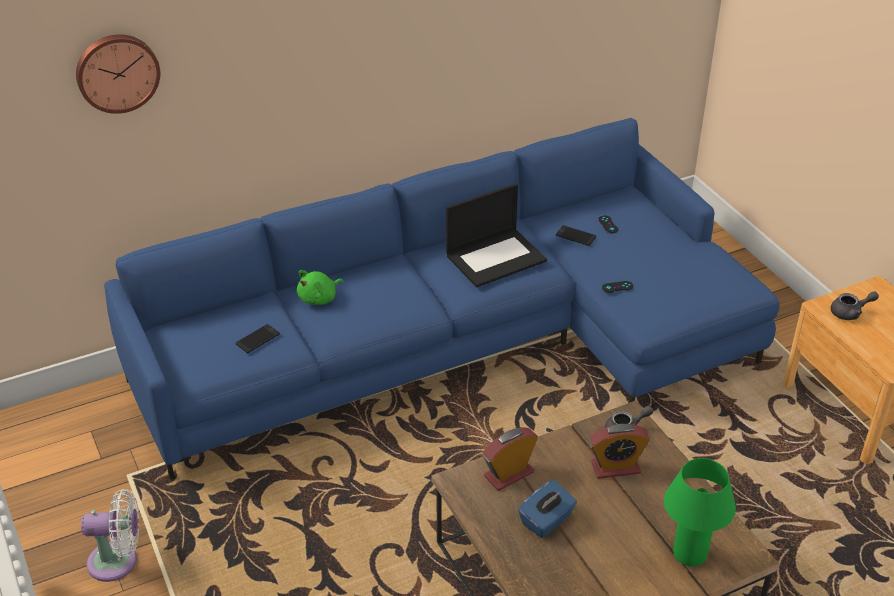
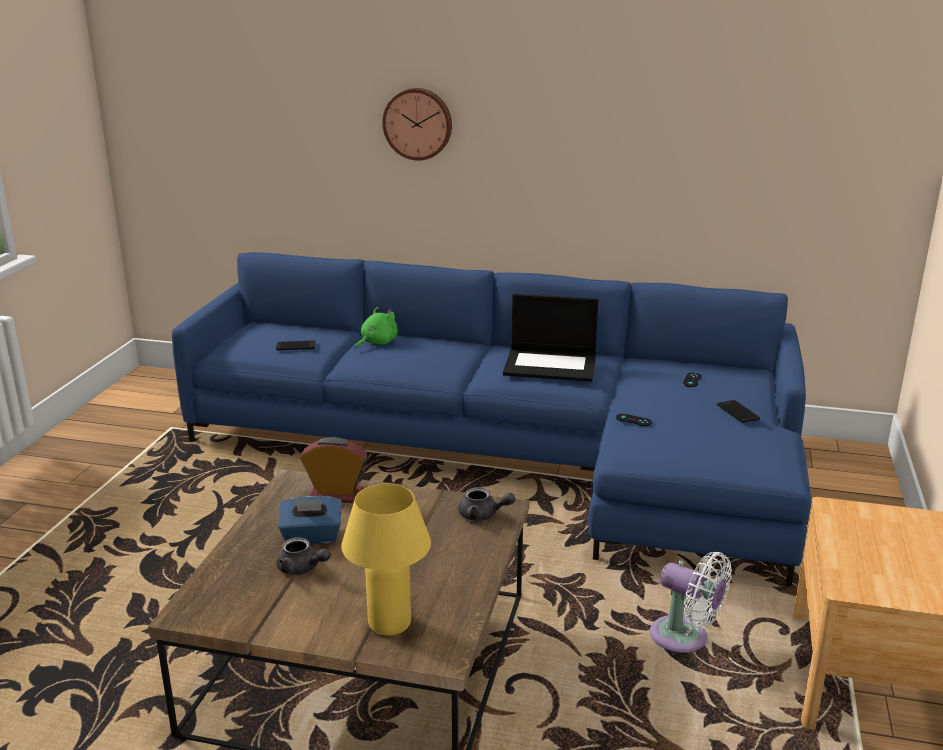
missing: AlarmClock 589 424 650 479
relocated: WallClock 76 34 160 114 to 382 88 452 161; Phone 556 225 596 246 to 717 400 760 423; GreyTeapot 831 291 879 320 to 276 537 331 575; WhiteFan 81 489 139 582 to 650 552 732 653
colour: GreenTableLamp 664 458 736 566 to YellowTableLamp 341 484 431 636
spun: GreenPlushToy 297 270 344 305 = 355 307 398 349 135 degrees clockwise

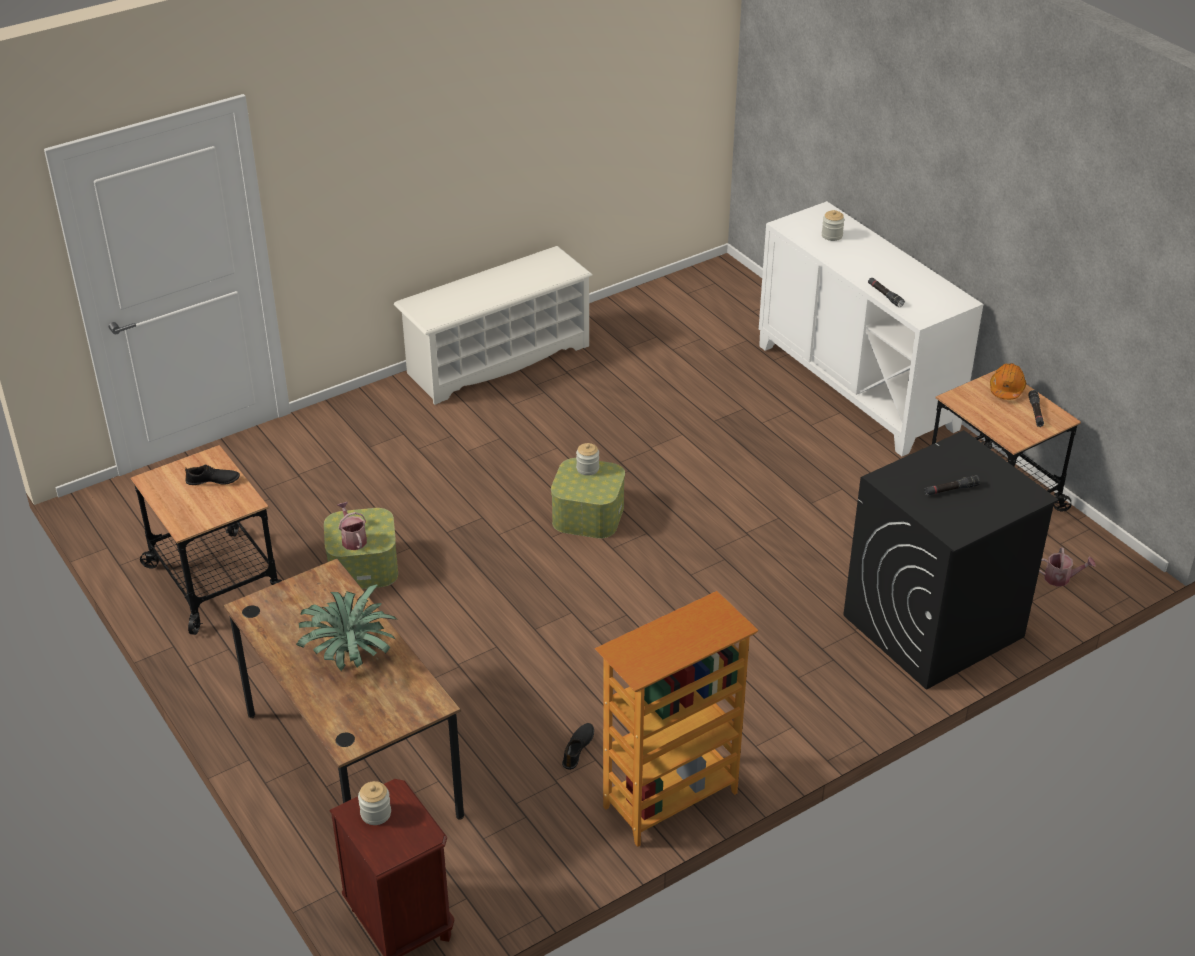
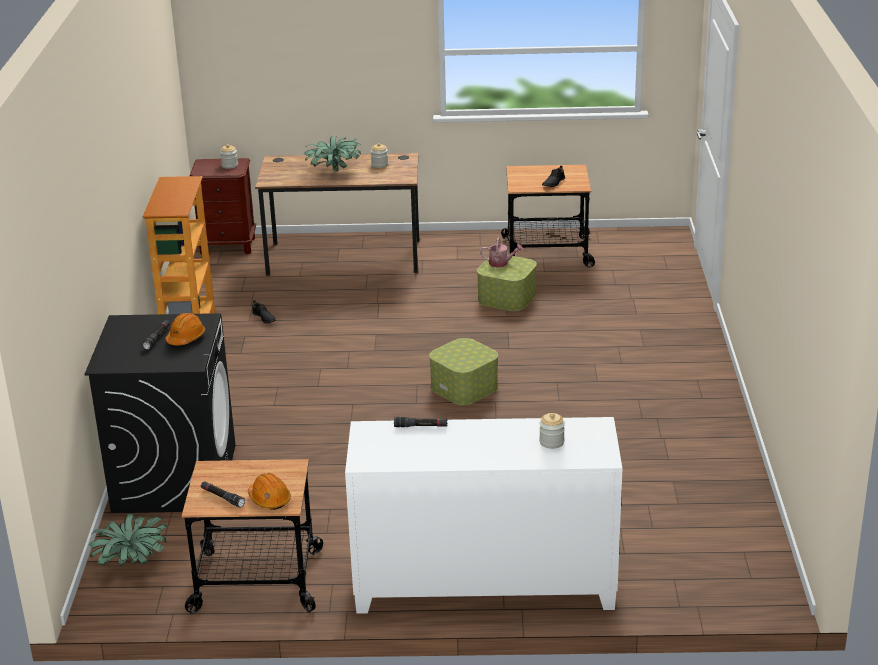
missing: WhiteShoeRack 394 246 593 405
appeared: OrangeHardHat 165 313 205 345
relocated: Jar 576 443 599 476 to 371 143 388 168
exchanged: WateringCan 1039 547 1096 587 to PottedPlant 89 514 167 566

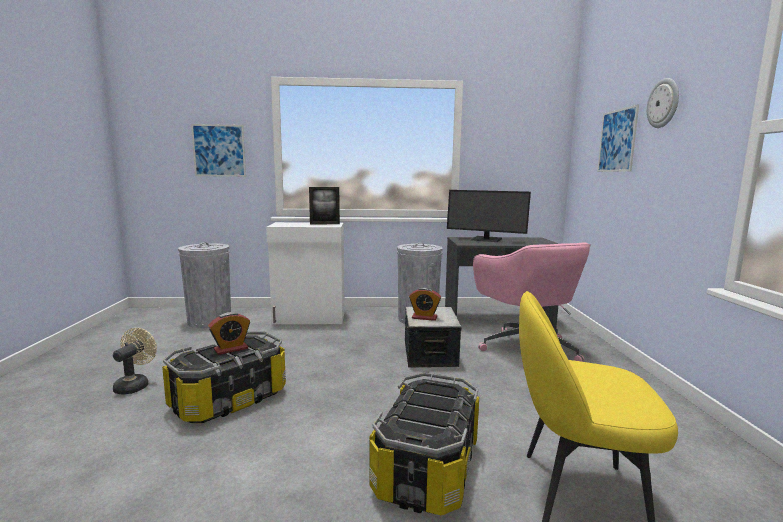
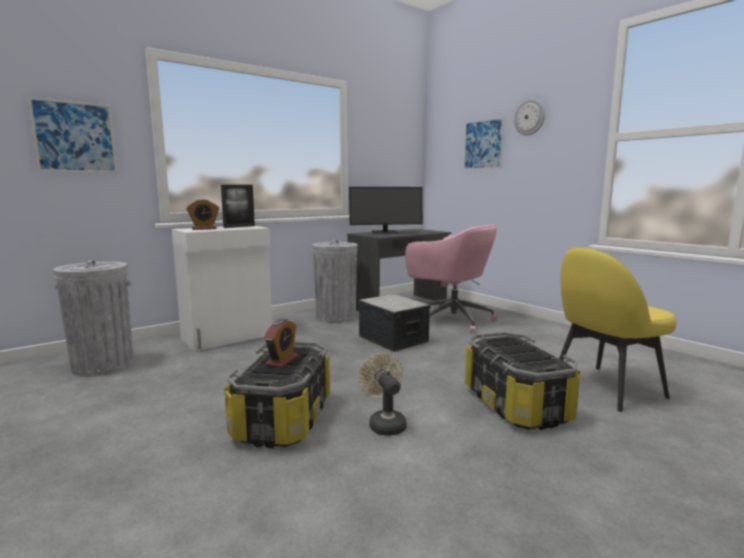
relocated: AlarmClock 409 287 441 321 to 187 199 219 230; BeigeFan 113 328 157 395 to 358 353 407 436

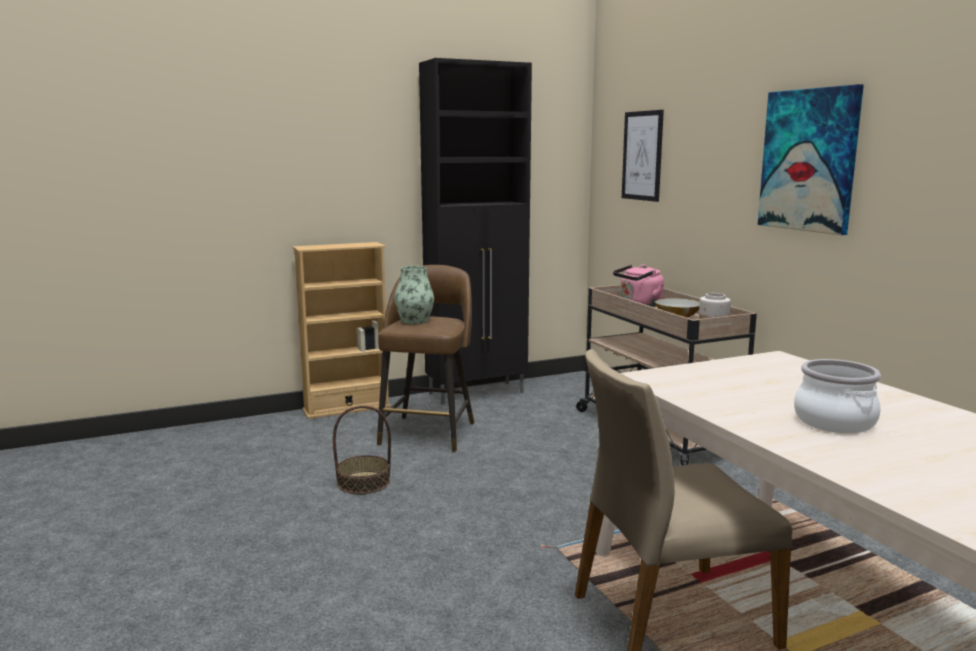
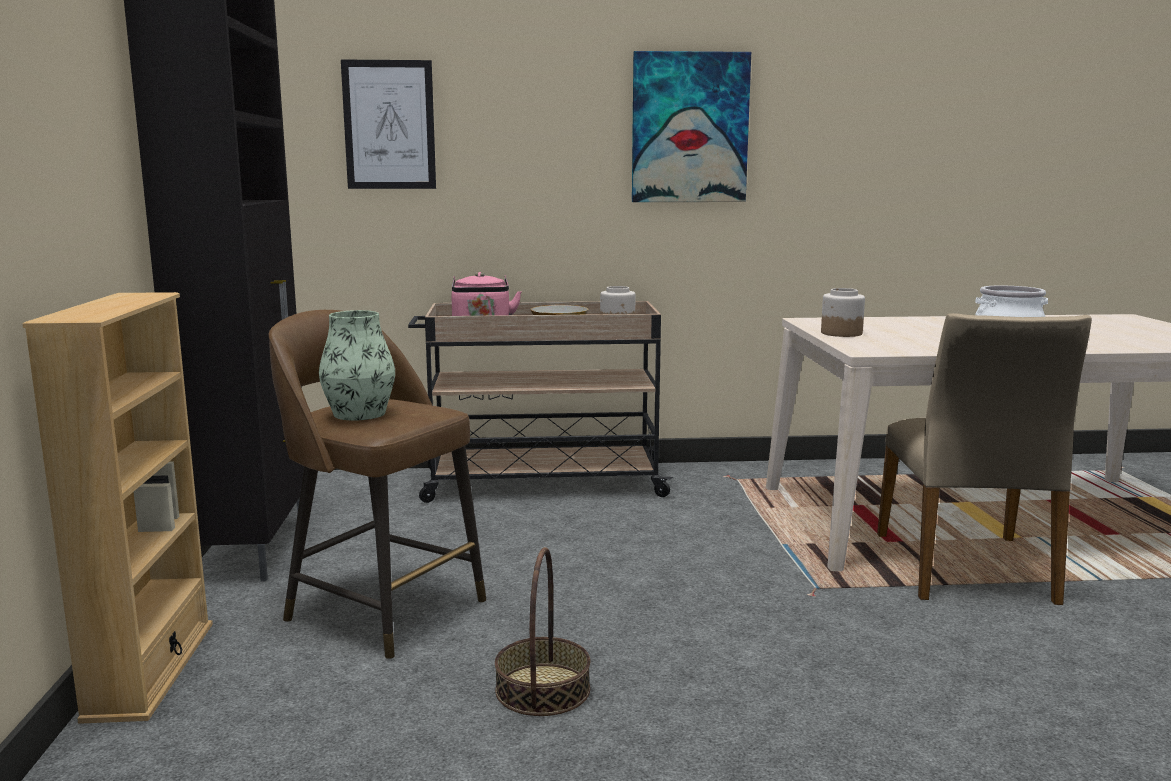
appeared: Jar 821 288 865 337

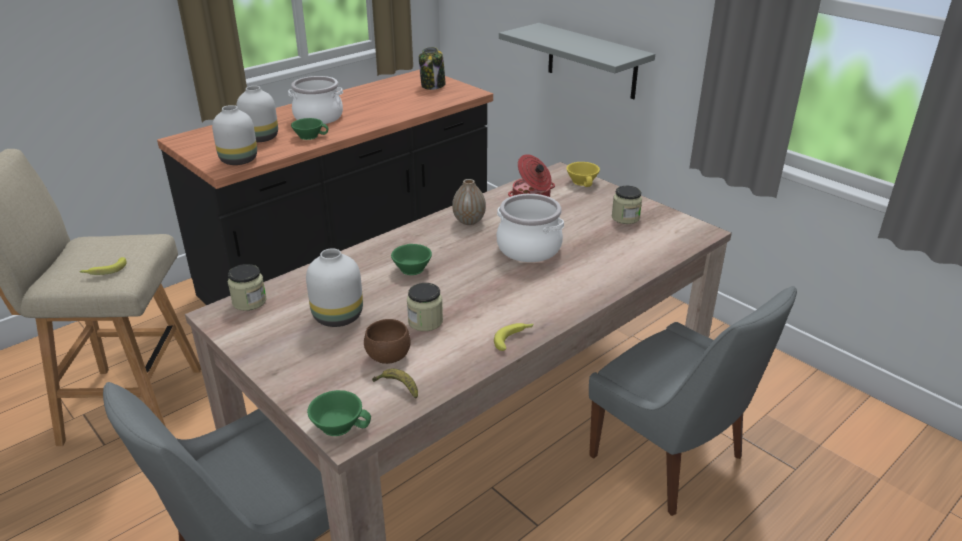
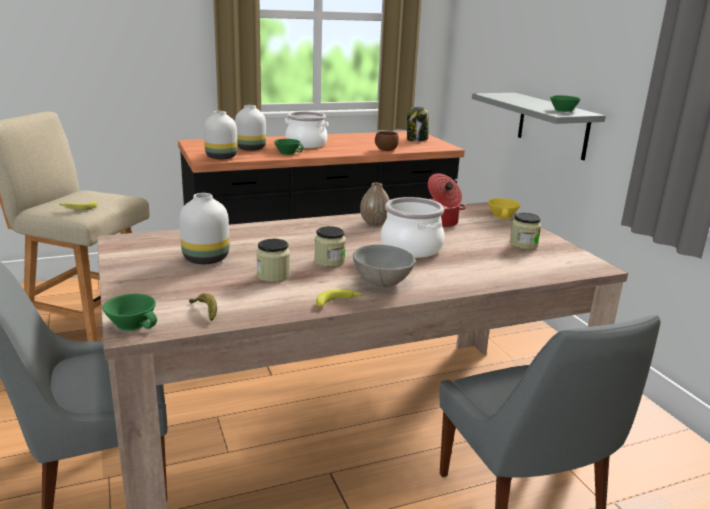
appeared: GreyBowl 353 244 415 287
relocated: GreenCup 391 244 432 275 to 550 95 581 112; Jar 228 264 267 311 to 314 226 346 267; BrownBowl 364 319 411 364 to 375 131 399 151

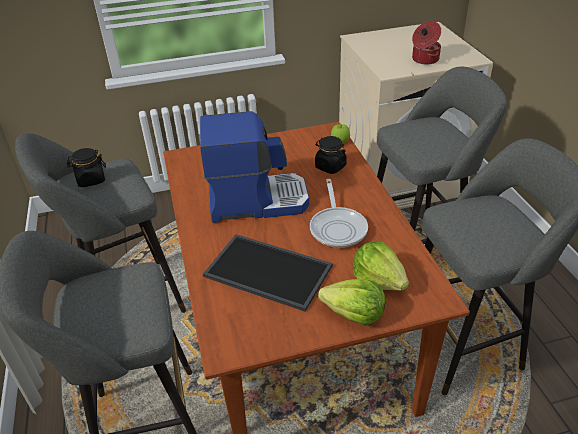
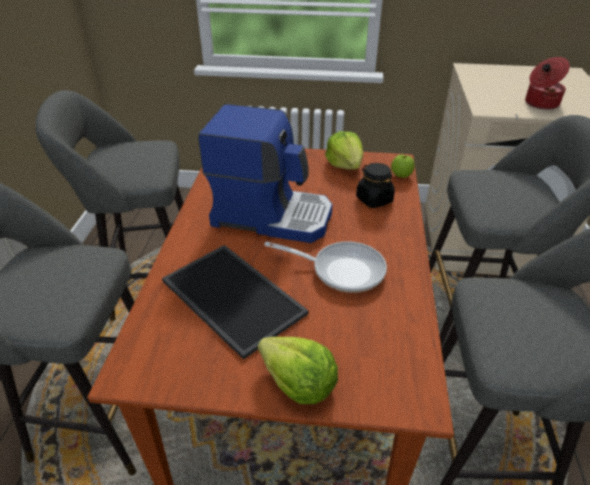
missing: BlackJar 67 148 106 187
relocated: Lettuce 353 242 409 291 to 325 131 363 170
spun: FryingPan 310 179 368 248 = 264 241 387 293 90 degrees counterclockwise

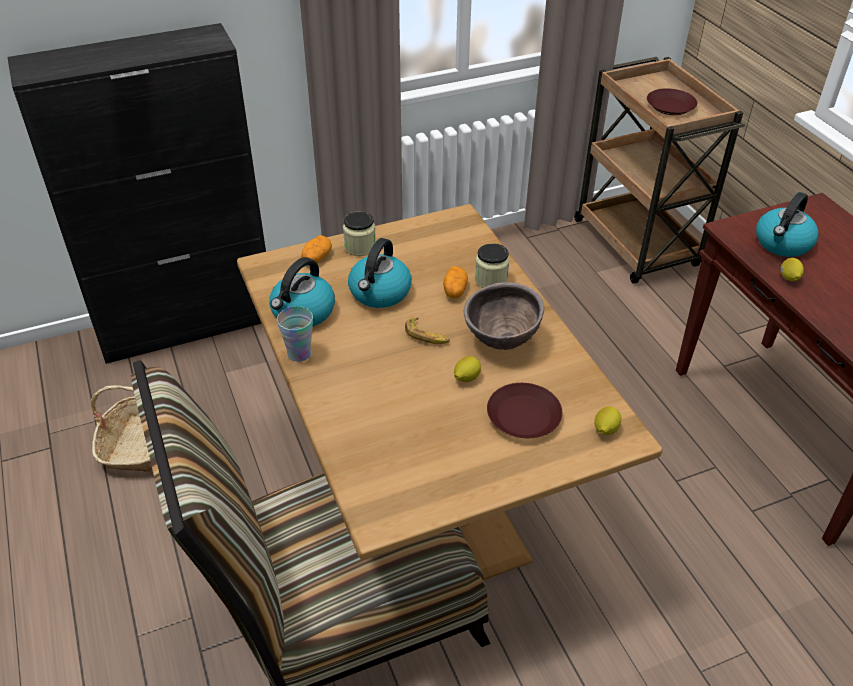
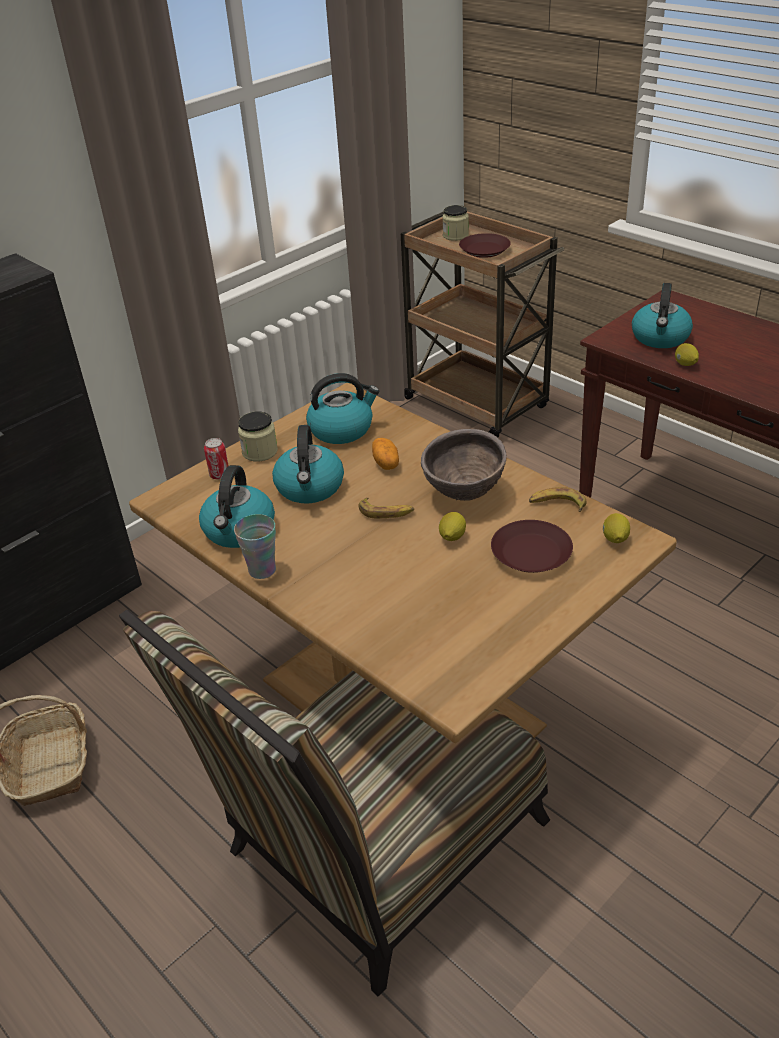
appeared: Kettle 306 373 379 444; Banana 529 487 586 512
relocated: Jar 475 243 510 288 to 442 205 469 241
exchanged: Potato 302 235 332 263 to Can 204 438 229 480

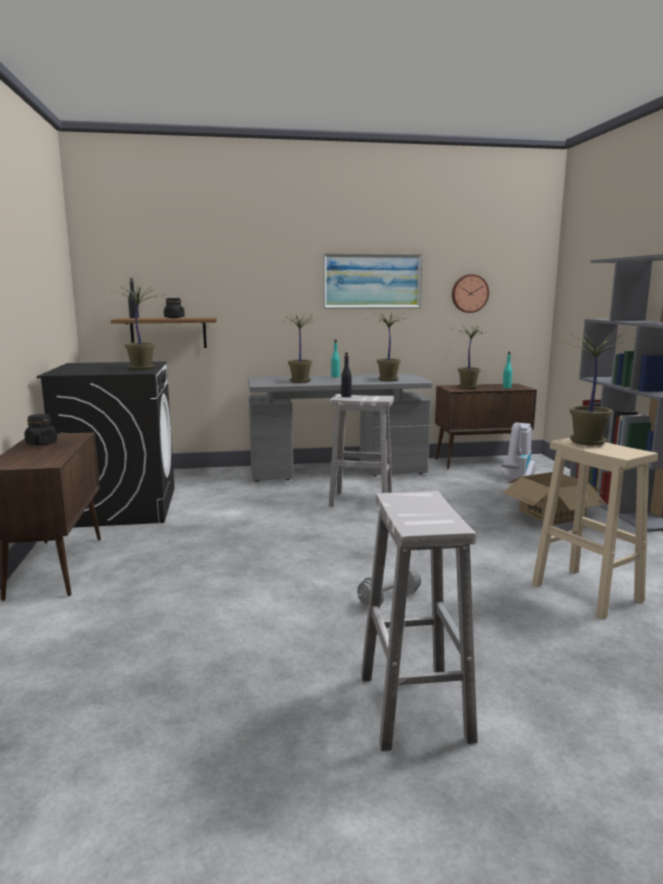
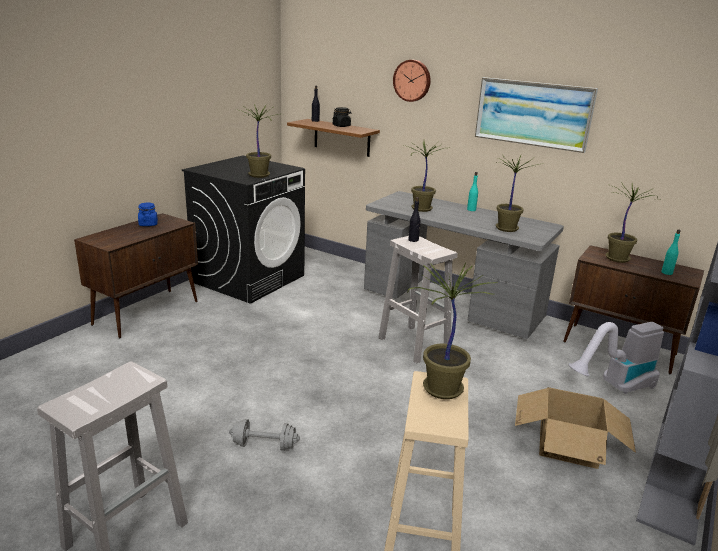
relocated: WallClock 452 274 489 313 to 393 60 431 102
colour: BlackJar 24 414 57 445 to BlueJar 138 203 158 226

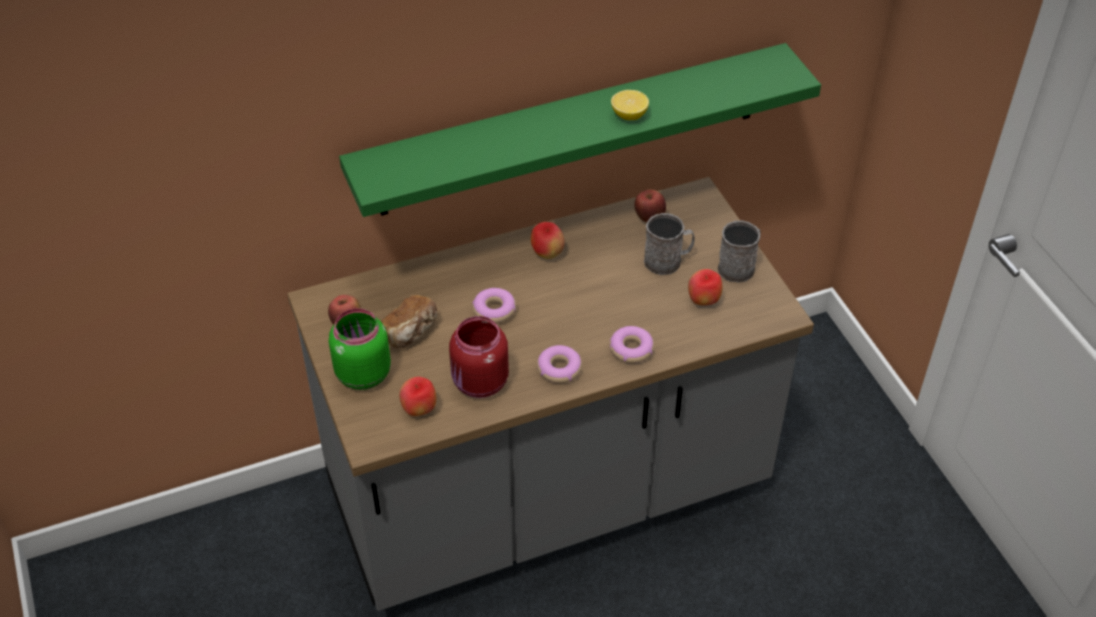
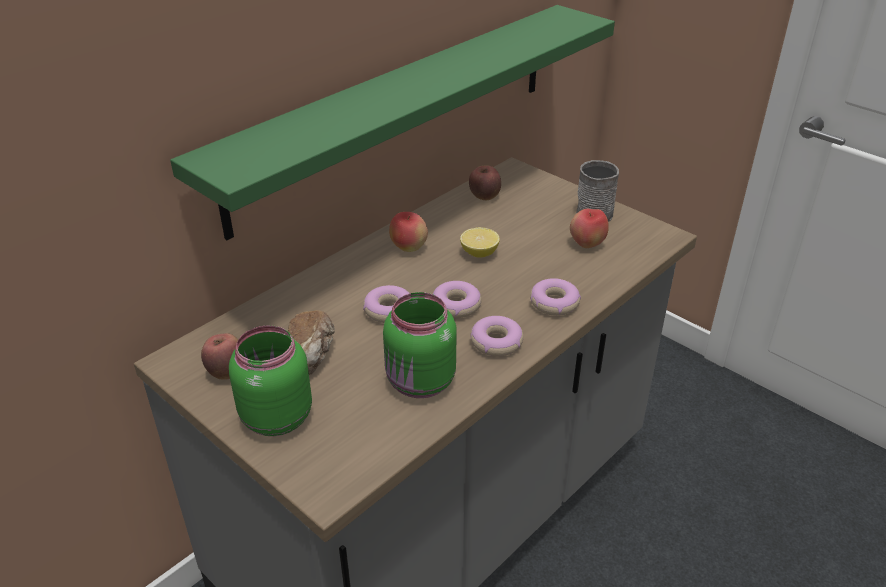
missing: GreyMug 644 213 695 275; Apple 399 377 436 416
appeared: Donut 433 281 481 318
relocated: Lemon 611 90 649 120 to 460 227 500 258
colour: RedJar 449 316 509 398 to GreenJar 383 292 457 398

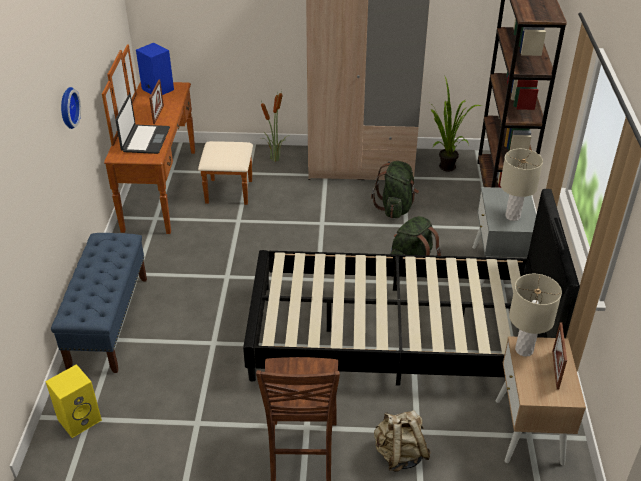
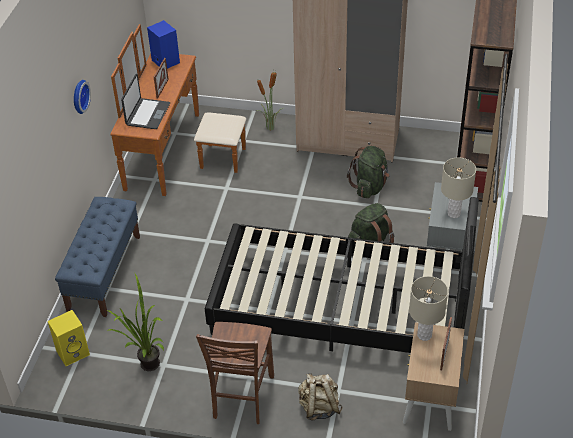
relocated: PottedPlant 430 77 482 172 to 107 274 164 371

